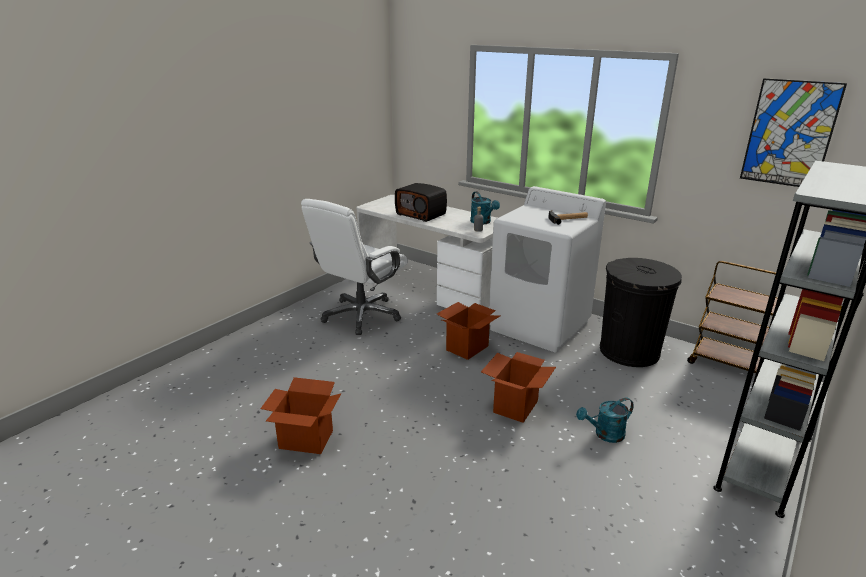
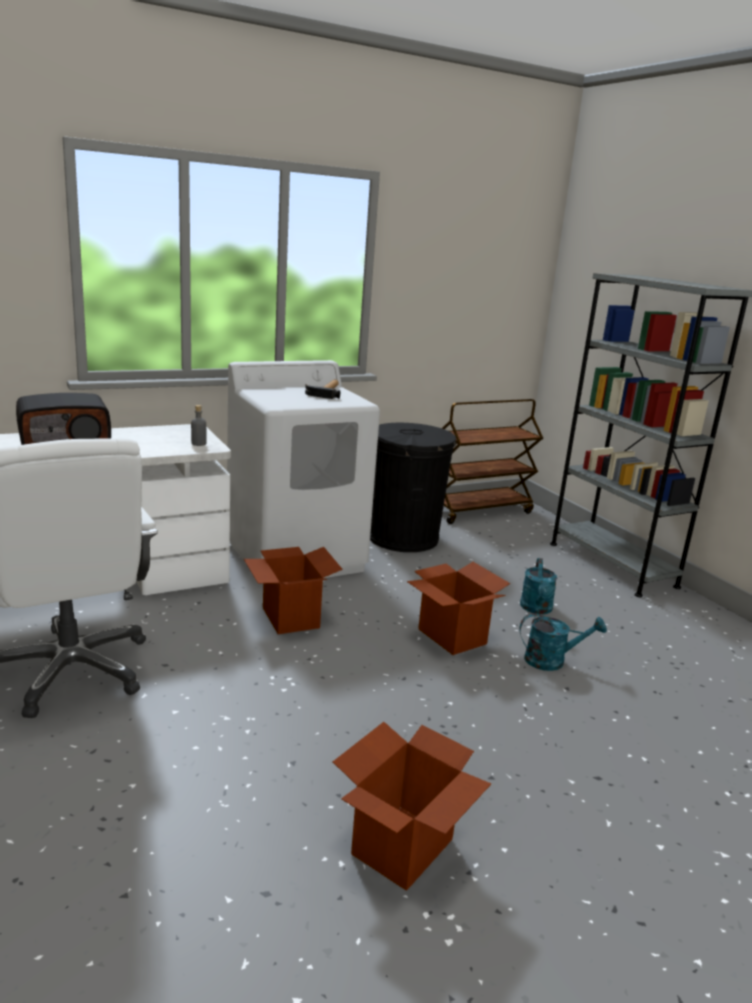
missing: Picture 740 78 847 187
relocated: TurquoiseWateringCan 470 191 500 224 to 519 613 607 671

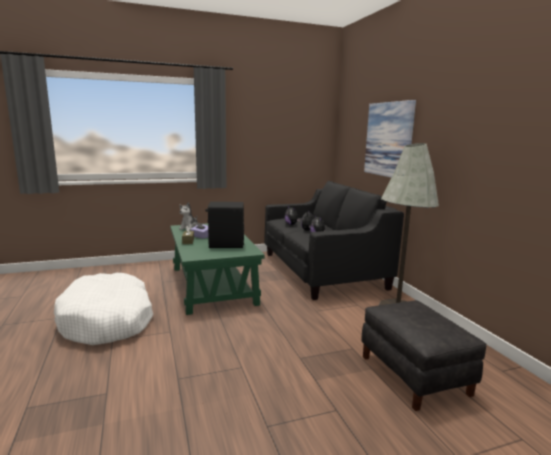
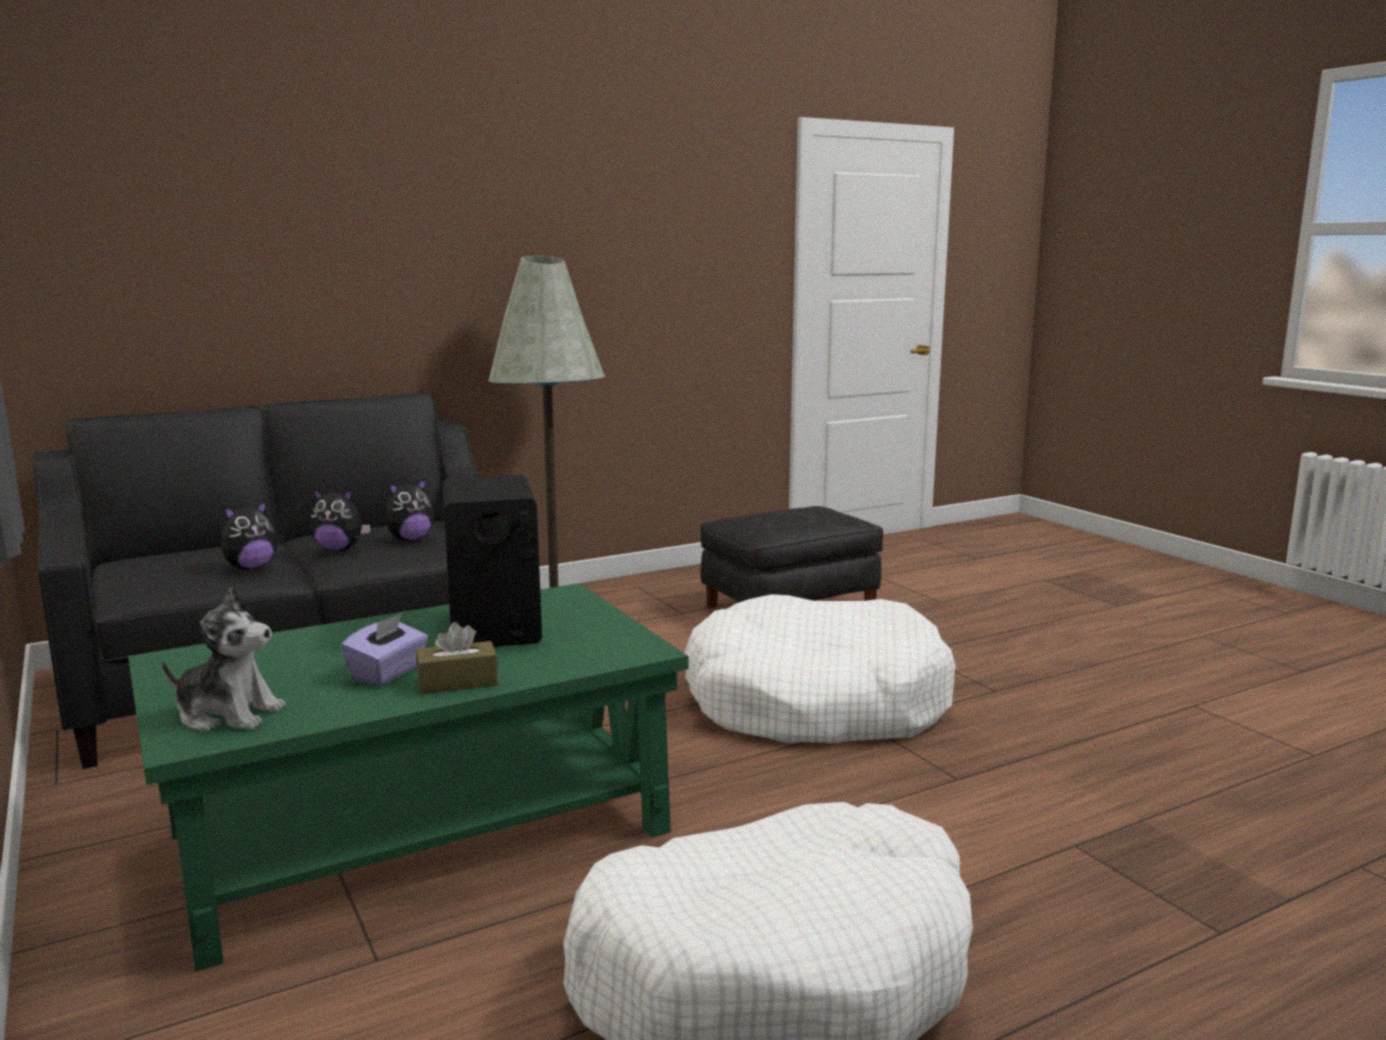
missing: Picture 364 100 416 178
appeared: WhiteDogBed 684 594 956 744

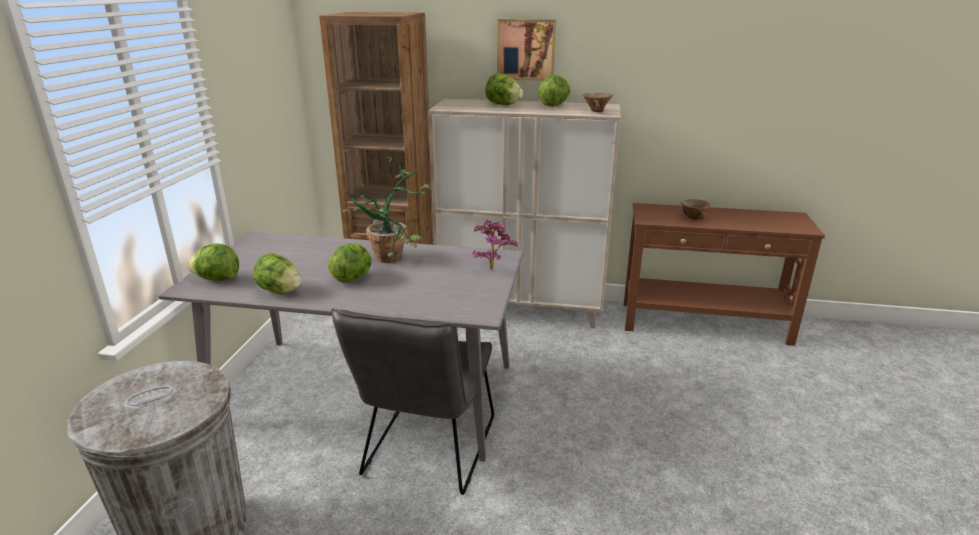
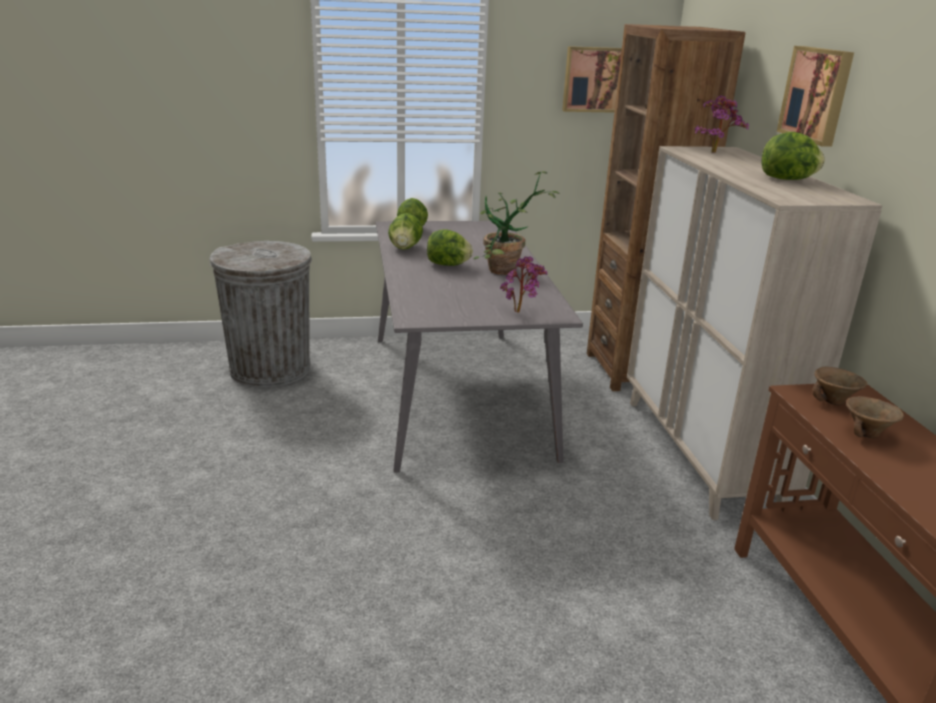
missing: Lettuce 485 73 523 105; GreyChair 331 308 494 495
appeared: Picture 562 46 622 113; PottedPlant 695 95 749 153
relocated: BrownBowl 583 93 613 112 to 812 367 867 405

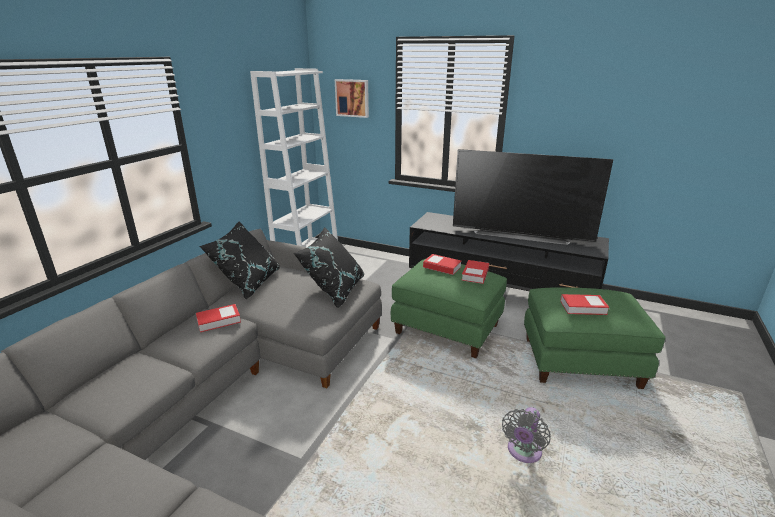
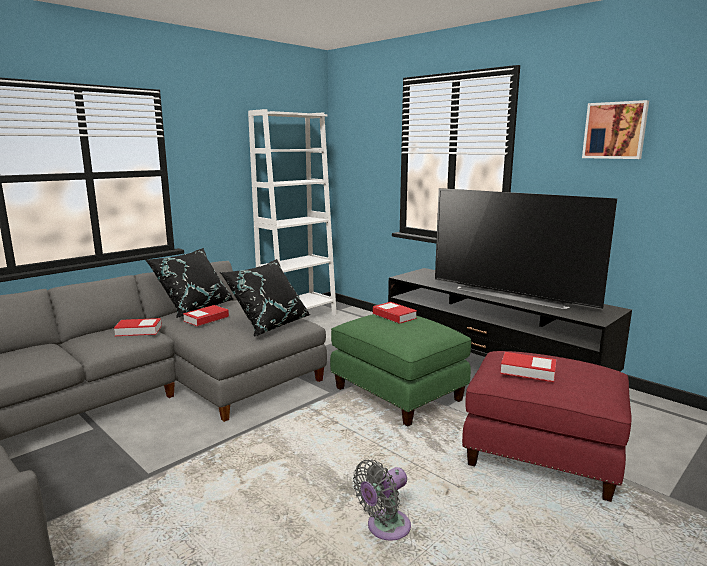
relocated: Picture 335 79 369 118 to 582 100 649 159; Book 462 260 489 284 to 183 305 229 326
colour: GreenOttoman 524 287 666 389 to RedOttoman 462 351 632 502

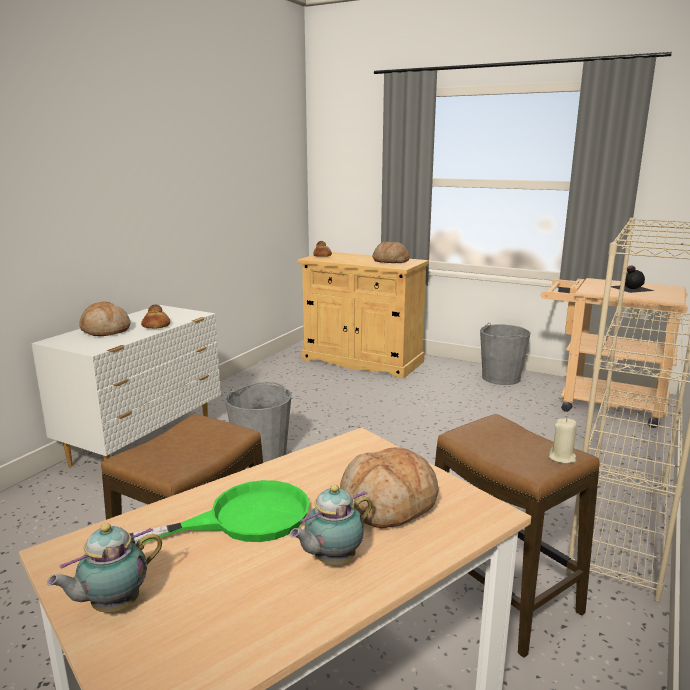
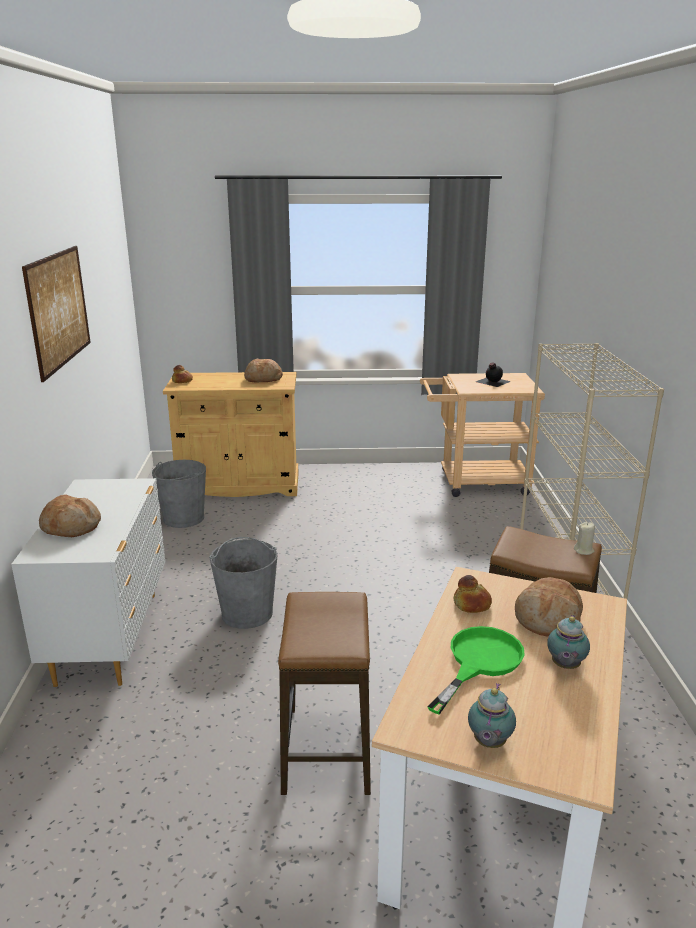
appeared: Picture 22 246 91 382
relocated: Bread 141 305 170 329 to 453 575 492 613; GreyBucket 480 323 531 385 to 152 460 206 528

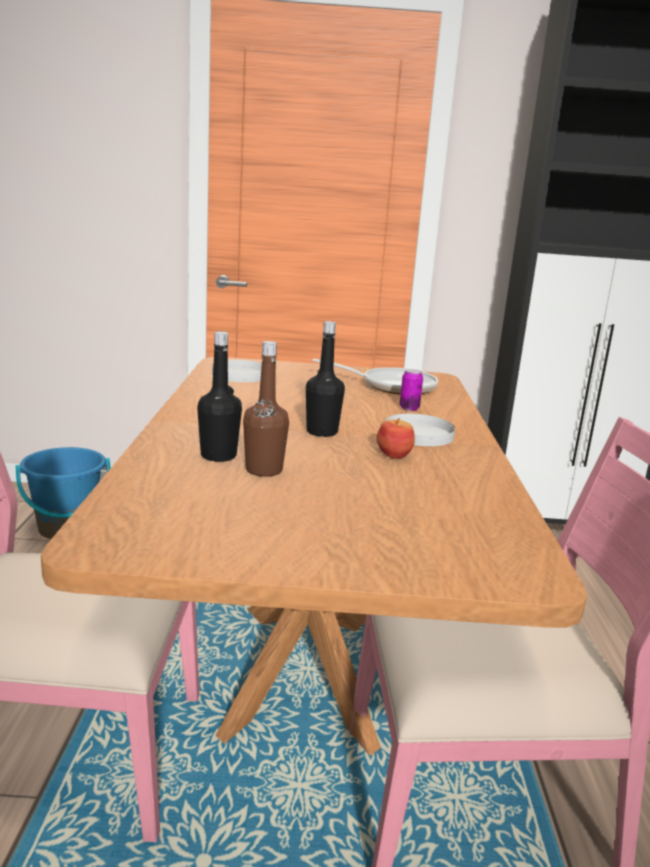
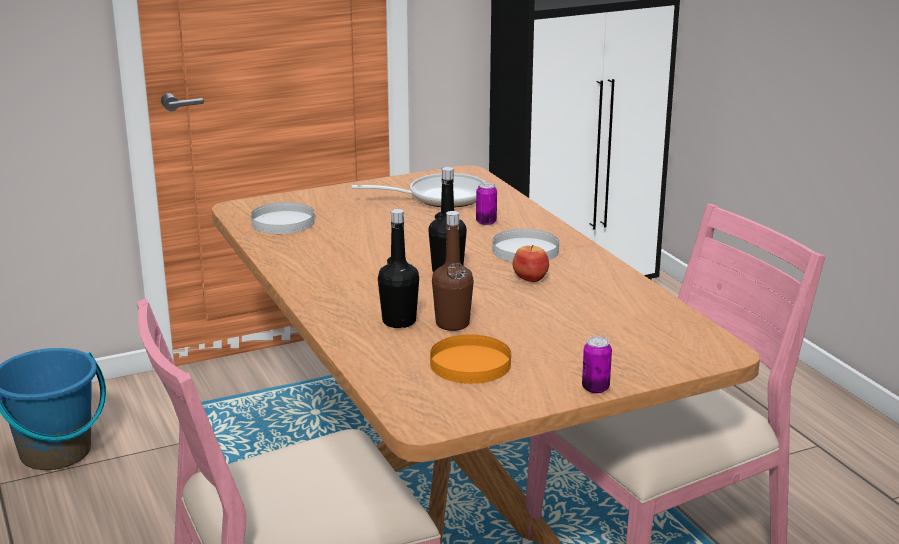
appeared: OrangePlate 430 335 511 384; Can 582 336 612 393

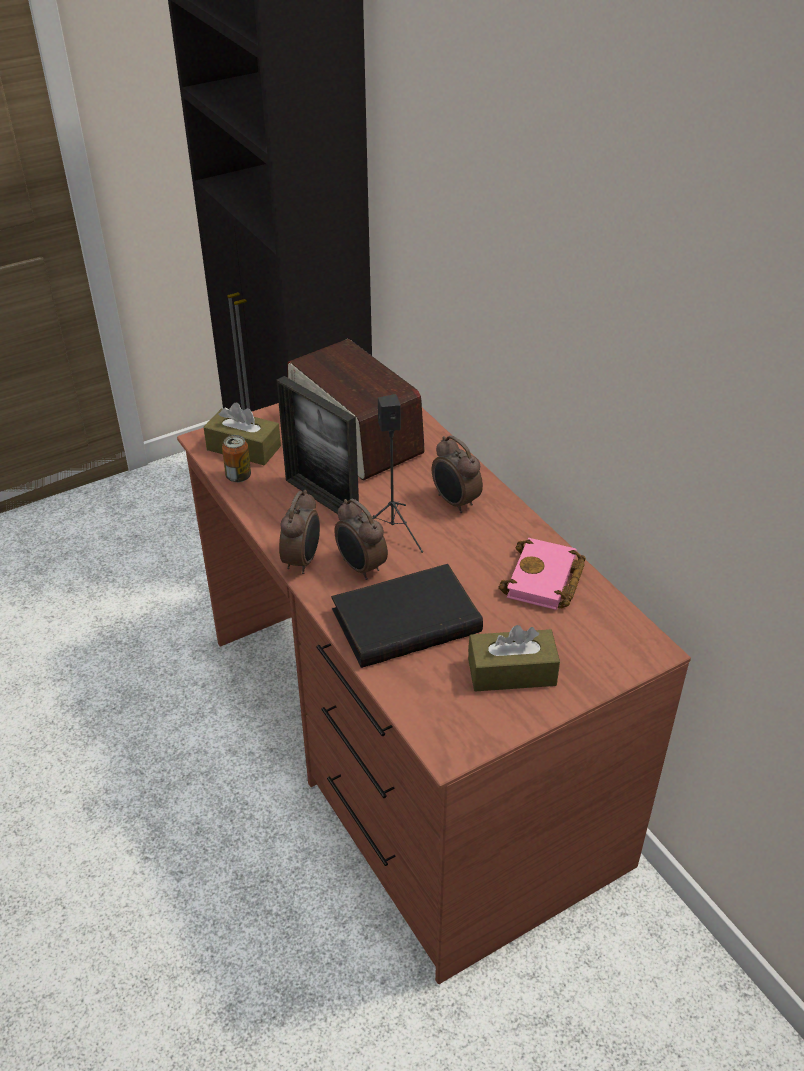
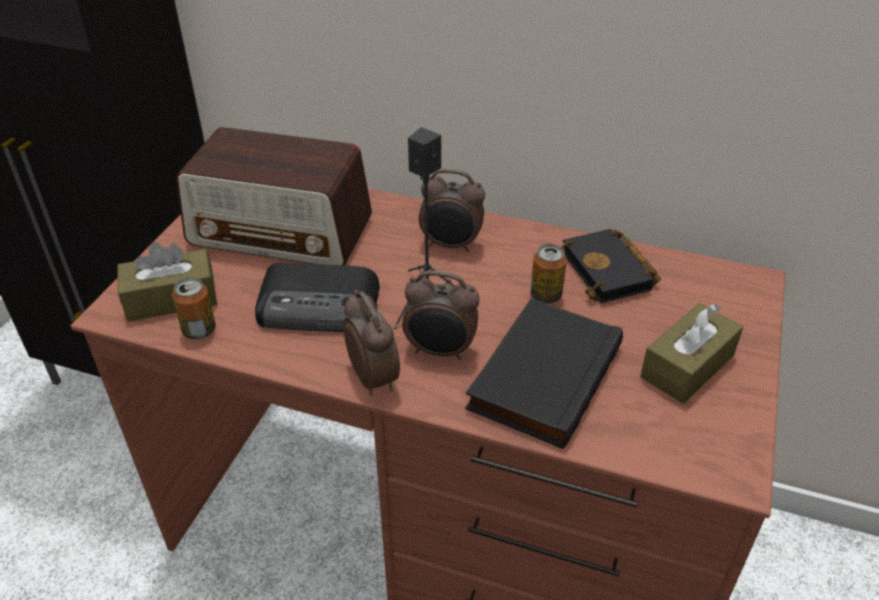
appeared: Can 530 244 567 304
exchanged: PictureFrame 276 376 359 514 to Radio 255 263 380 332
colour: PinkBook 499 538 586 610 to BlackBook 561 229 661 303

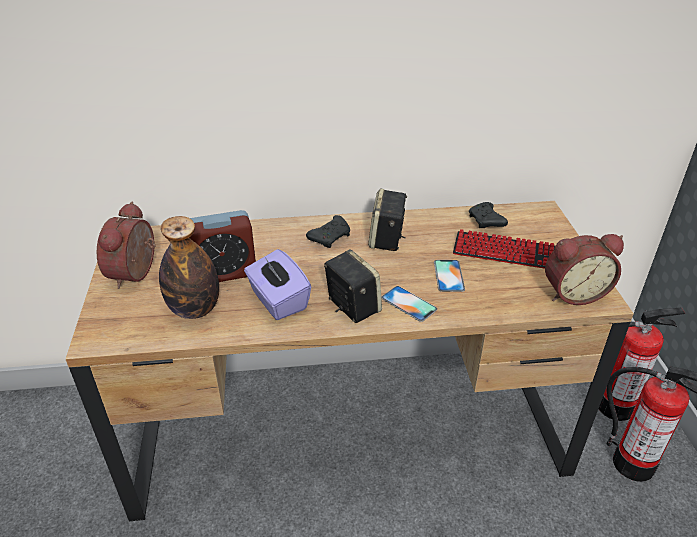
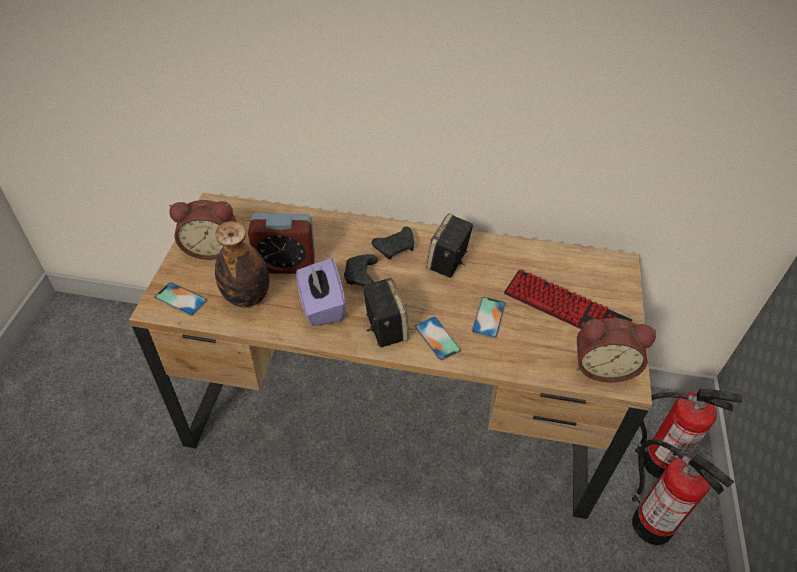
appeared: Phone 154 282 207 316
relocated: BlackGameController 469 202 508 228 to 344 254 378 286
spun: AlarmClock 97 202 155 289 = 169 200 236 260 120 degrees counterclockwise

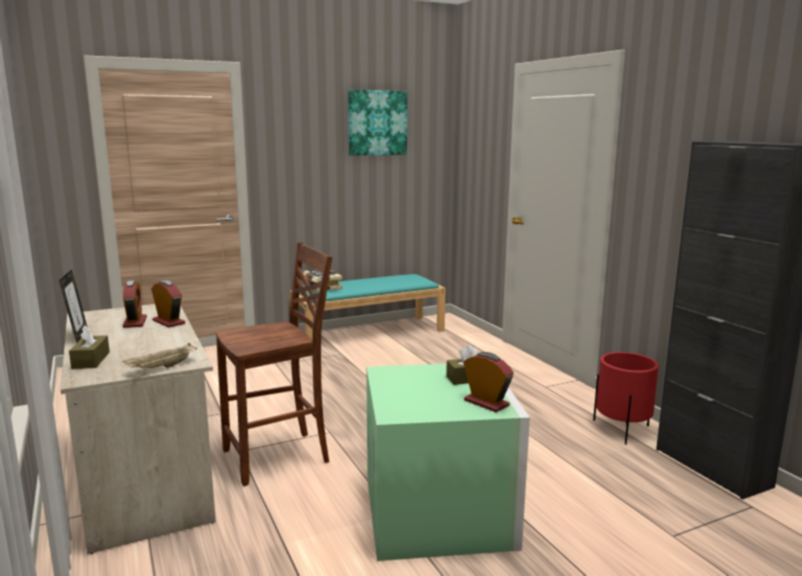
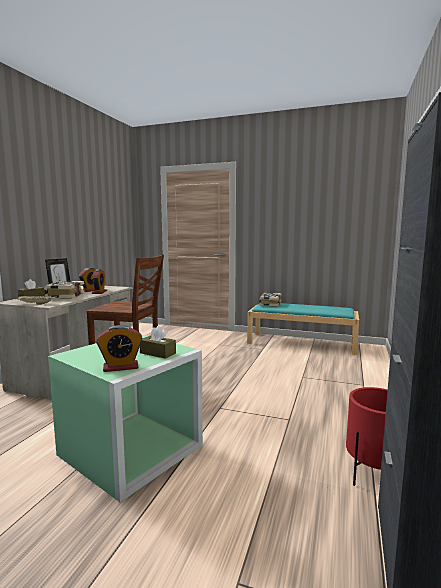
missing: Picture 348 90 407 156
appeared: Book 44 281 85 299
spun: AlarmClock 463 352 514 412 = 96 325 142 372 75 degrees clockwise

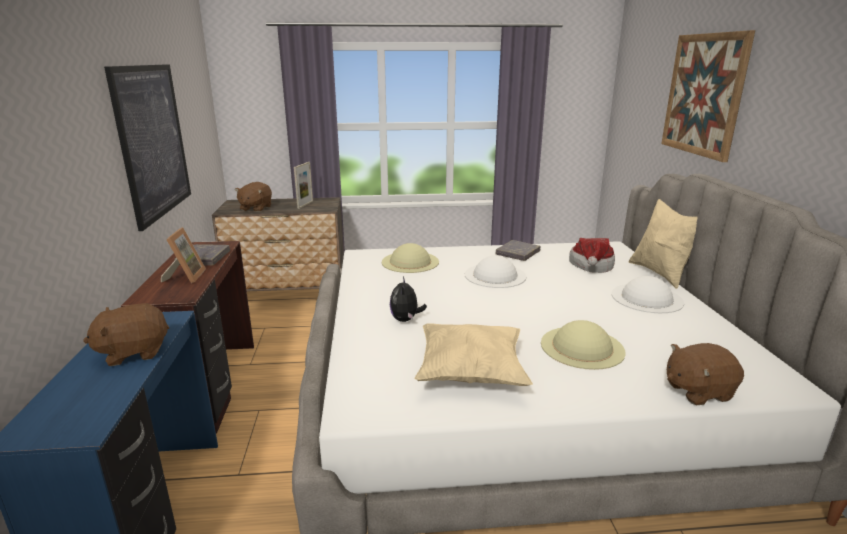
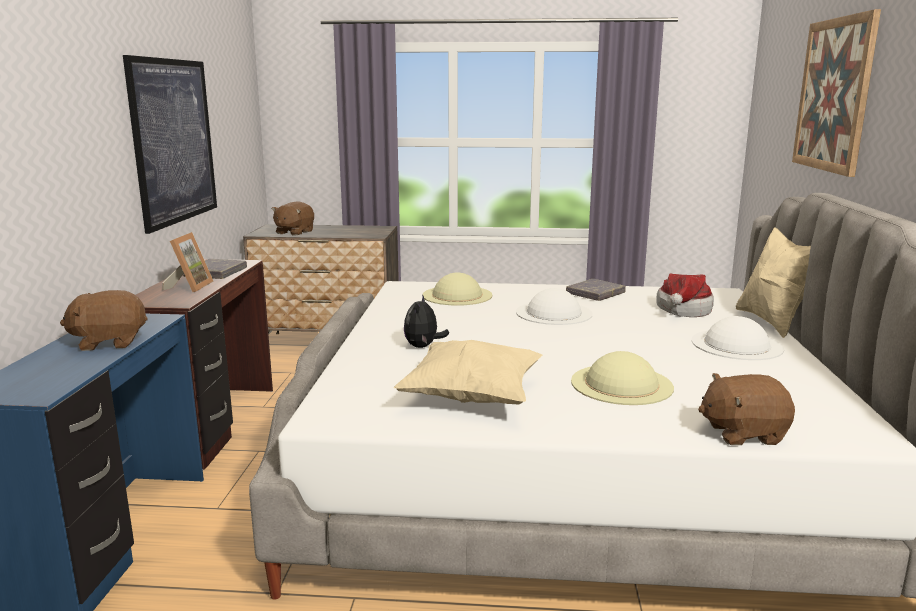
missing: PictureFrame 294 162 313 209

